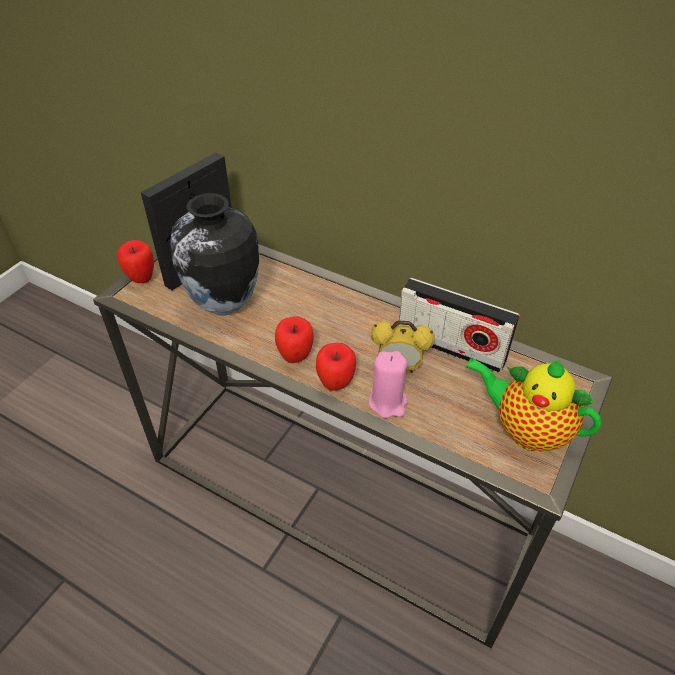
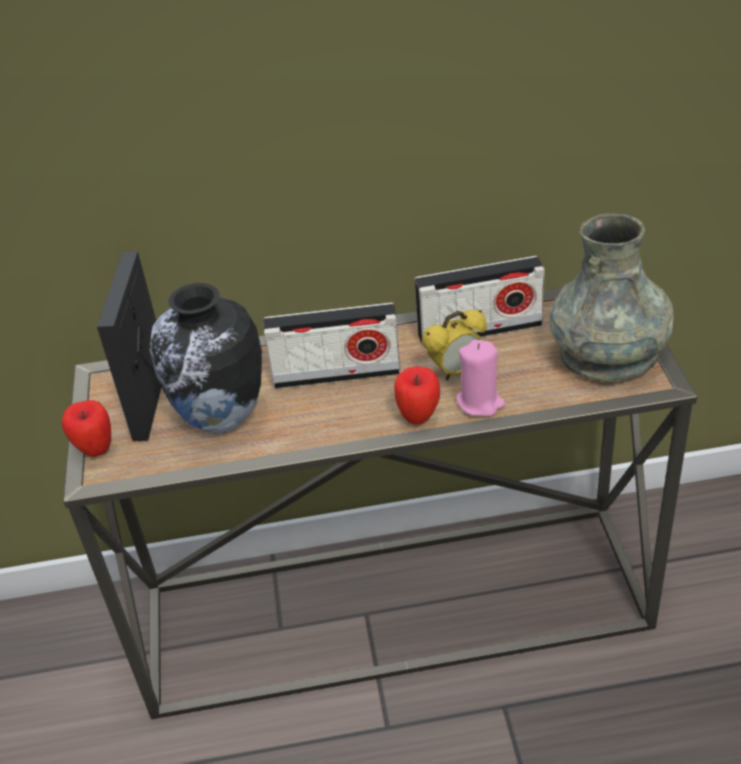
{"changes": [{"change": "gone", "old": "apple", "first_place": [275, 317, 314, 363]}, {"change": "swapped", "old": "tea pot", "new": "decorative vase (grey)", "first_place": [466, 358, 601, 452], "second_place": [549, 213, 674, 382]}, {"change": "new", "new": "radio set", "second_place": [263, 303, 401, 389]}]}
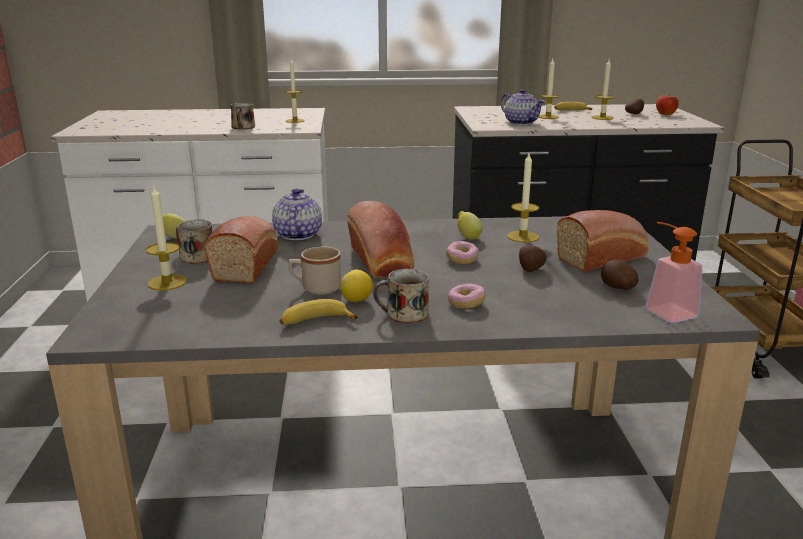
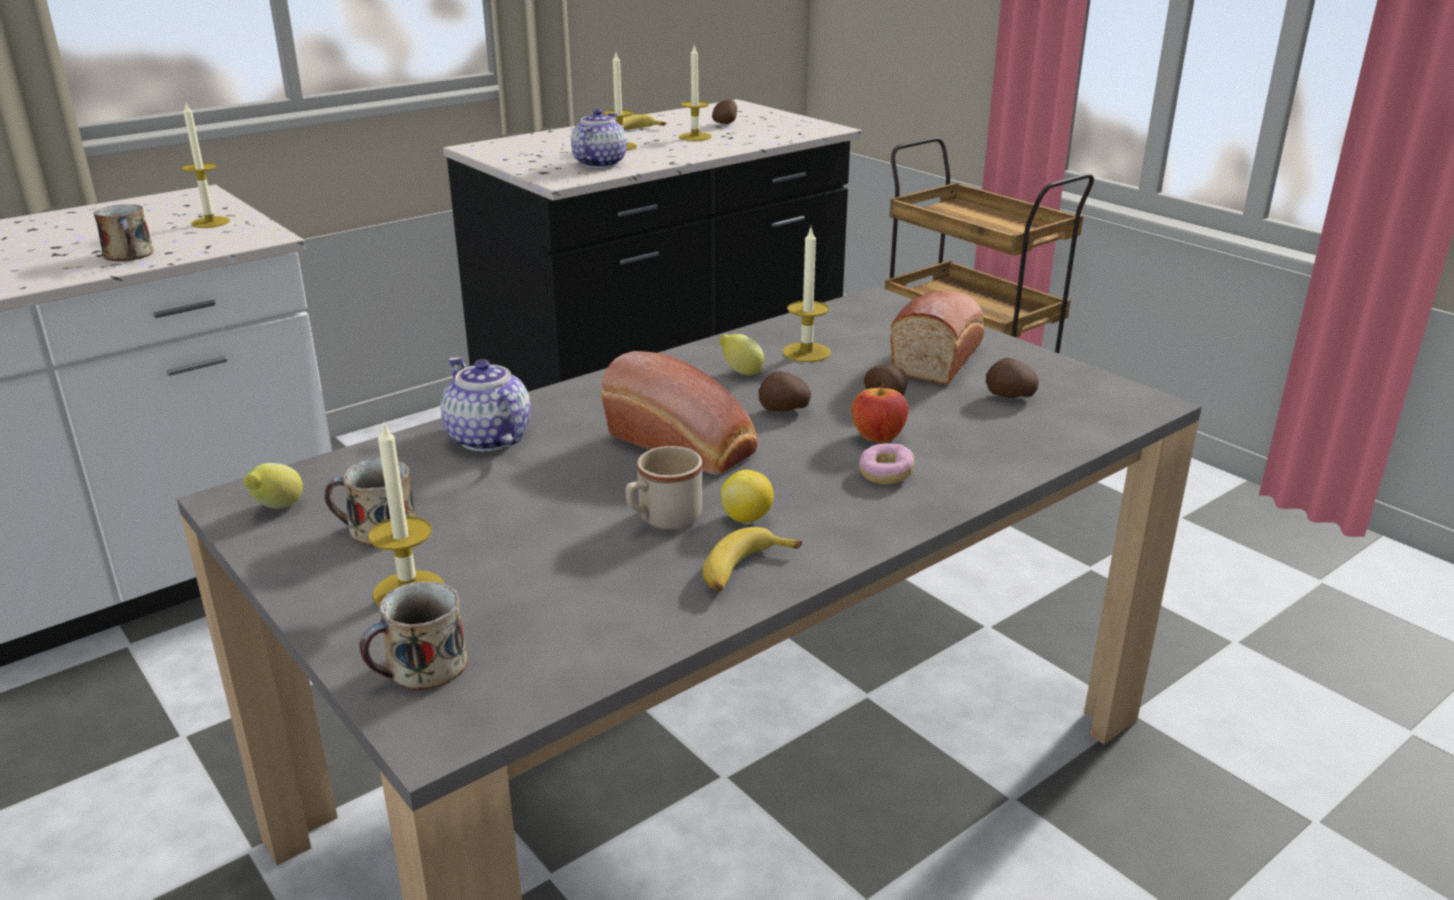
{"changes": [{"change": "gone", "old": "baked bread", "first_place": [205, 216, 278, 283]}, {"change": "shifted", "old": "tea mug", "first_place": [373, 268, 429, 323], "second_place": [359, 581, 468, 690]}, {"change": "swapped", "old": "ring doughnut", "new": "whole potato", "first_place": [446, 241, 479, 264], "second_place": [759, 371, 811, 412]}, {"change": "rotated", "old": "tea pot", "first_place": [501, 89, 545, 125], "second_place": [571, 109, 627, 168], "degrees": -90}, {"change": "gone", "old": "soap bottle", "first_place": [646, 222, 703, 323]}, {"change": "shifted", "old": "apple", "first_place": [656, 93, 679, 115], "second_place": [851, 383, 908, 443]}]}
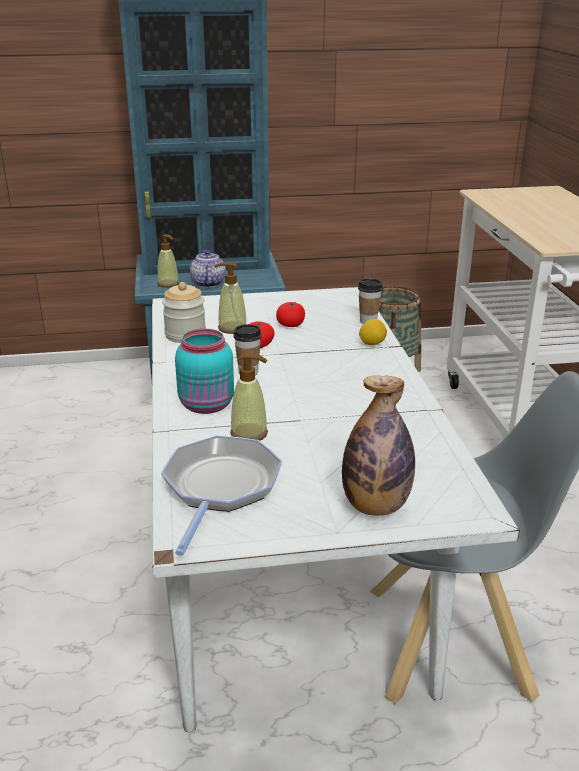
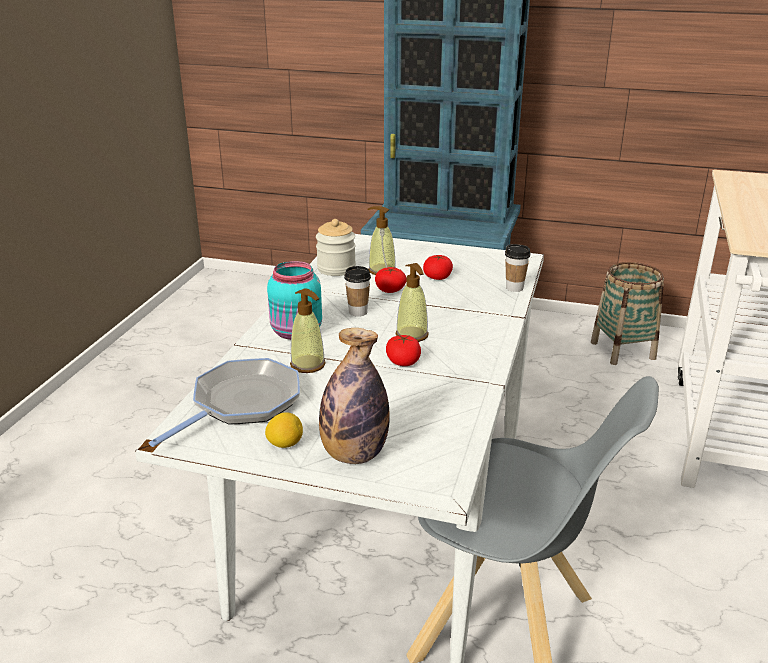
{"changes": [{"change": "shifted", "old": "soap bottle", "first_place": [157, 234, 179, 288], "second_place": [396, 263, 429, 342]}, {"change": "gone", "old": "tea pot", "first_place": [190, 250, 226, 288]}, {"change": "shifted", "old": "citrus fruit", "first_place": [359, 319, 387, 345], "second_place": [265, 412, 303, 448]}, {"change": "new", "new": "whole tomato", "second_place": [386, 335, 421, 366]}]}
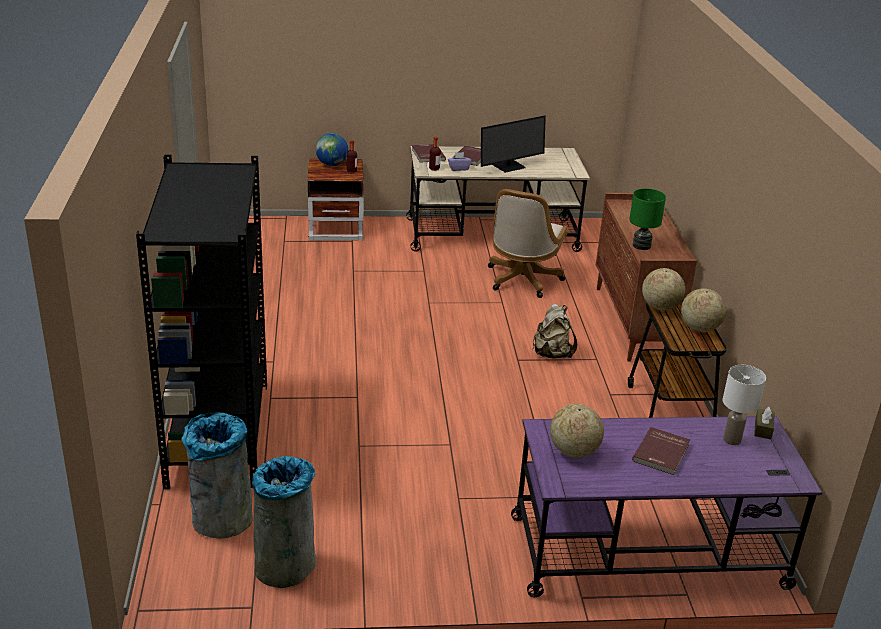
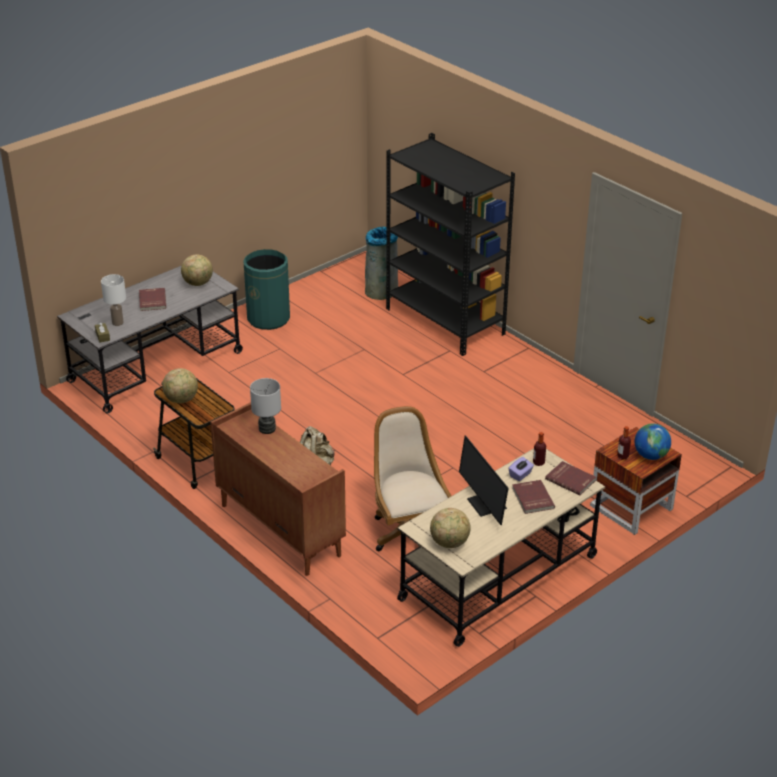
{"changes": [{"change": "gone", "old": "trash can (grey)", "first_place": [252, 456, 316, 588]}, {"change": "rotated", "old": "computer screen", "first_place": [481, 115, 546, 173], "second_place": [459, 435, 509, 525], "degrees": -45}, {"change": "repainted", "old": "desk unit (purplish)", "new": "desk unit (grey)", "first_place": [511, 416, 822, 597], "second_place": [57, 265, 243, 413]}, {"change": "repainted", "old": "table lamp (green-coloured)", "new": "table lamp (grey)", "first_place": [629, 188, 666, 250], "second_place": [250, 378, 281, 434]}, {"change": "shifted", "old": "world globe", "first_place": [642, 268, 685, 311], "second_place": [430, 508, 471, 548]}, {"change": "new", "new": "trash can (green-coloured)", "second_place": [243, 249, 290, 330]}]}
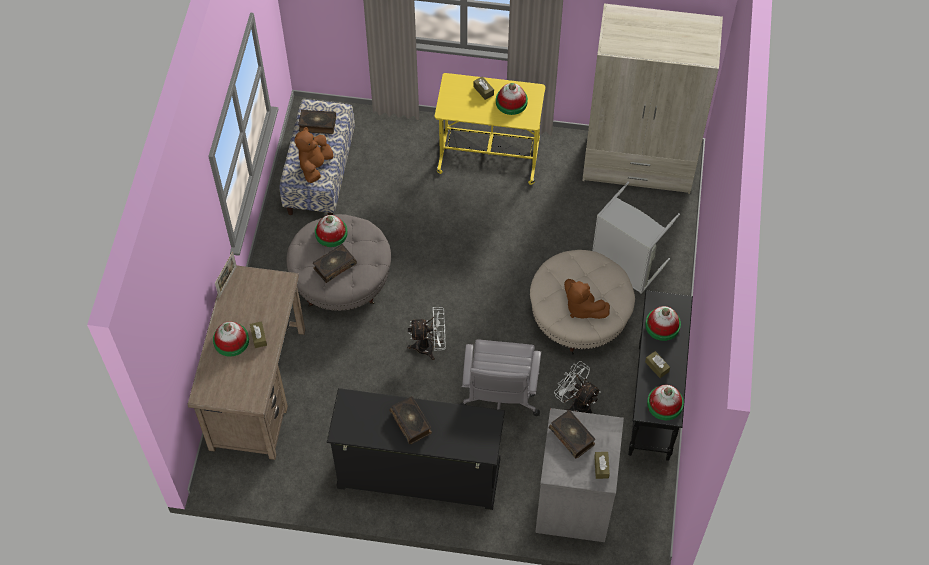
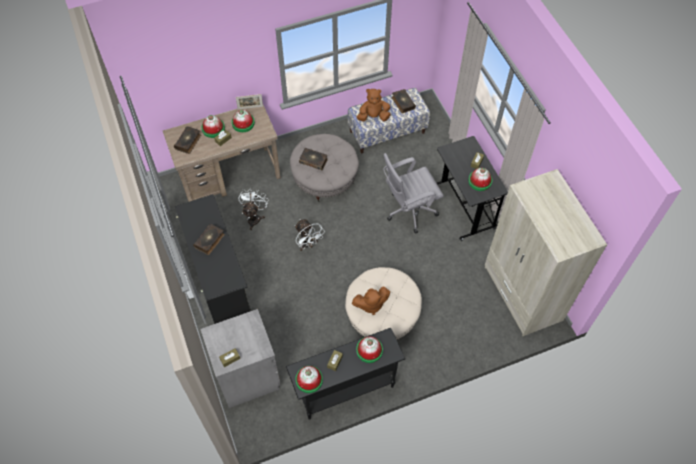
{"changes": [{"change": "shifted", "old": "clothing hat", "first_place": [315, 215, 348, 247], "second_place": [232, 109, 255, 132]}, {"change": "repainted", "old": "desk unit (yellowish)", "new": "desk unit (black-coloured)", "first_place": [435, 73, 546, 185], "second_place": [437, 136, 508, 241]}, {"change": "shifted", "old": "desk chair (grey)", "first_place": [461, 340, 541, 416], "second_place": [384, 153, 444, 234]}, {"change": "shifted", "old": "bound book", "first_place": [549, 410, 595, 458], "second_place": [174, 126, 201, 154]}, {"change": "shifted", "old": "cooling fan (white-coloured)", "first_place": [554, 361, 601, 414], "second_place": [239, 188, 269, 230]}, {"change": "rotated", "old": "plush toy (brown)", "first_place": [564, 279, 610, 319], "second_place": [352, 287, 390, 315], "degrees": -120}, {"change": "gone", "old": "washing basket (grey)", "first_place": [592, 182, 680, 294]}]}
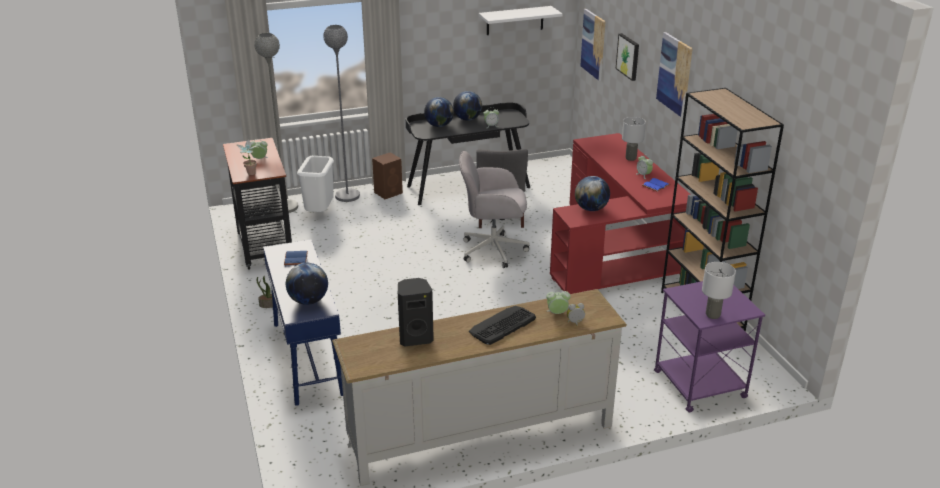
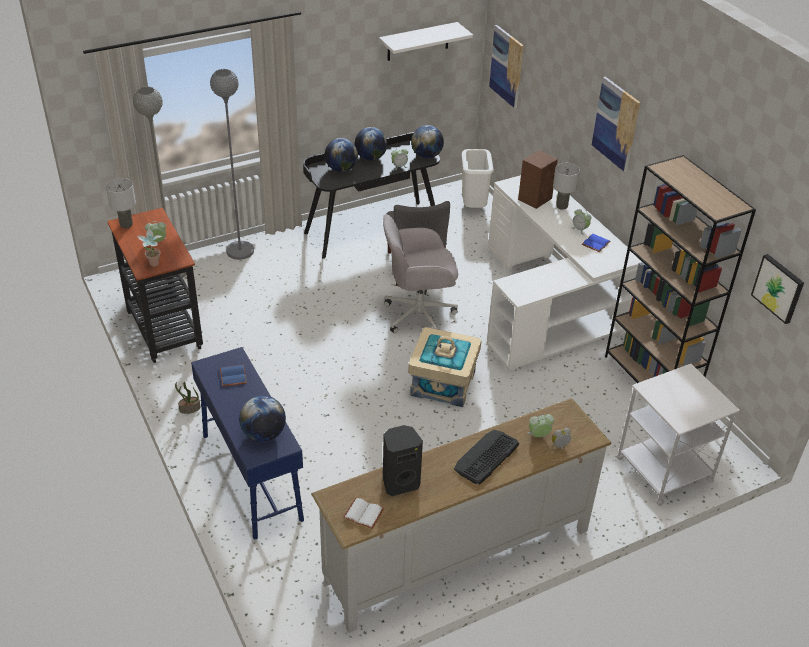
{"changes": [{"change": "shifted", "old": "trash can (white-coloured)", "first_place": [297, 156, 334, 212], "second_place": [462, 149, 494, 208]}, {"change": "shifted", "old": "speaker (brown)", "first_place": [372, 152, 403, 199], "second_place": [518, 150, 558, 209]}, {"change": "repainted", "old": "desk unit (red)", "new": "desk unit (white-coloured)", "first_place": [550, 133, 690, 294], "second_place": [487, 175, 642, 372]}, {"change": "shifted", "old": "world globe", "first_place": [575, 176, 610, 211], "second_place": [411, 125, 444, 158]}, {"change": "shifted", "old": "picture", "first_place": [616, 33, 639, 81], "second_place": [751, 254, 804, 324]}, {"change": "repainted", "old": "trolley (purplish)", "new": "trolley (white-coloured)", "first_place": [654, 281, 765, 413], "second_place": [616, 364, 740, 506]}, {"change": "shifted", "old": "table lamp (white-coloured)", "first_place": [702, 262, 736, 319], "second_place": [106, 178, 136, 228]}, {"change": "new", "new": "bound book (white-coloured)", "second_place": [343, 498, 384, 529]}, {"change": "new", "new": "storage box (beige-coloured)", "second_place": [408, 327, 481, 407]}]}
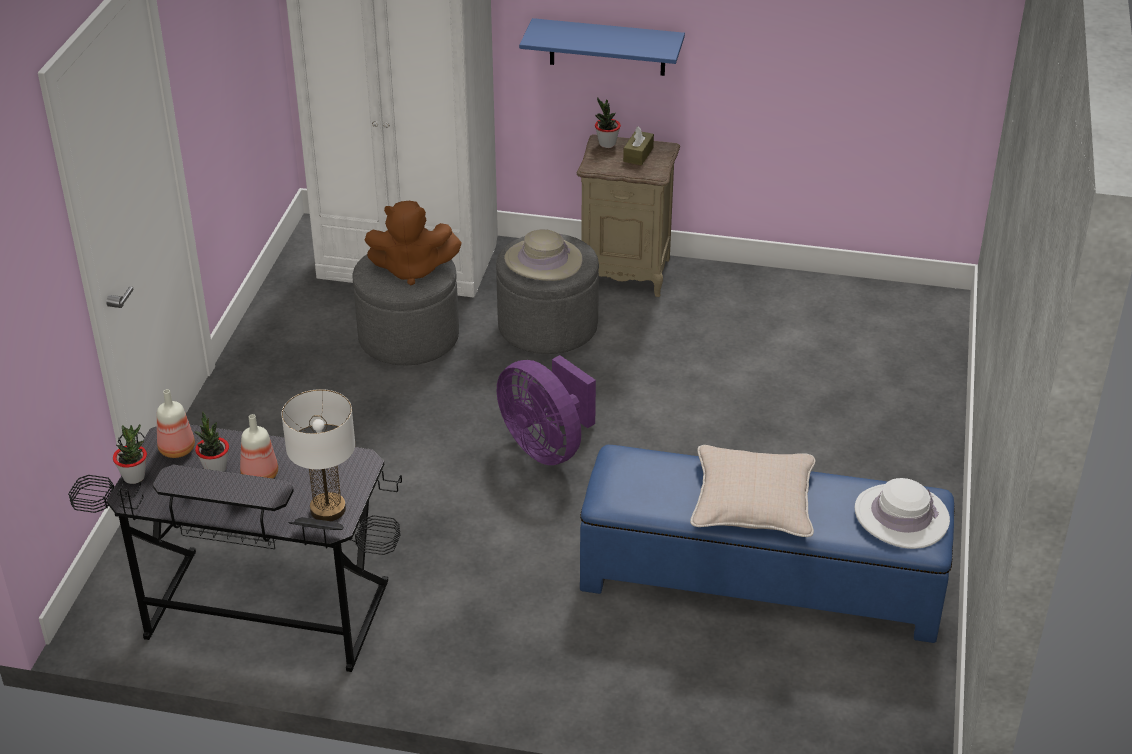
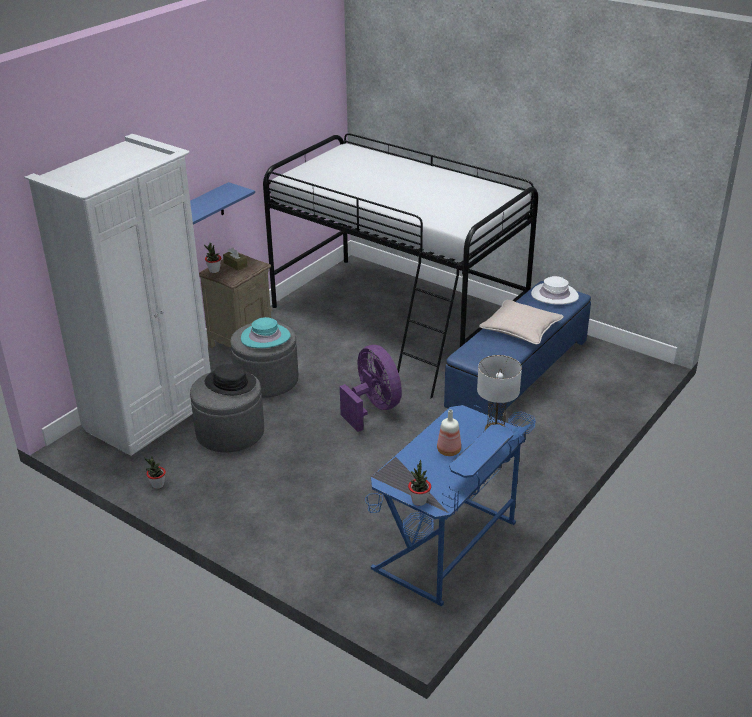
{"changes": [{"change": "repainted", "old": "desk unit (black-coloured)", "new": "desk unit (bluish)", "first_place": [68, 424, 402, 672], "second_place": [365, 405, 536, 606]}, {"change": "gone", "old": "bottle", "first_place": [157, 389, 195, 458]}, {"change": "shifted", "old": "houseplant", "first_place": [194, 411, 229, 472], "second_place": [144, 456, 166, 489]}, {"change": "swapped", "old": "plush toy (brown)", "new": "clothing hat (black-coloured)", "first_place": [365, 201, 462, 285], "second_place": [205, 364, 256, 395]}, {"change": "rotated", "old": "cooling fan (purplish)", "first_place": [497, 355, 596, 465], "second_place": [340, 345, 402, 432], "degrees": -105}, {"change": "repainted", "old": "clothing hat (beige-coloured)", "new": "clothing hat (turquoise-coloured)", "first_place": [504, 229, 583, 281], "second_place": [241, 317, 291, 348]}, {"change": "new", "new": "bedroom bed (black-coloured)", "second_place": [263, 133, 538, 398]}]}
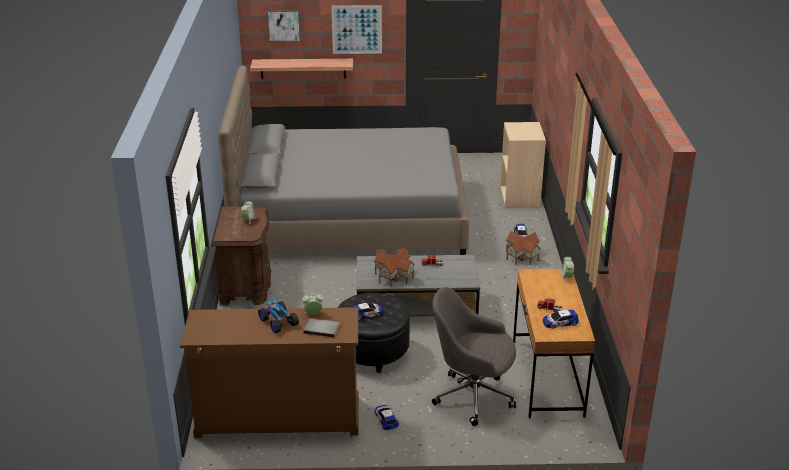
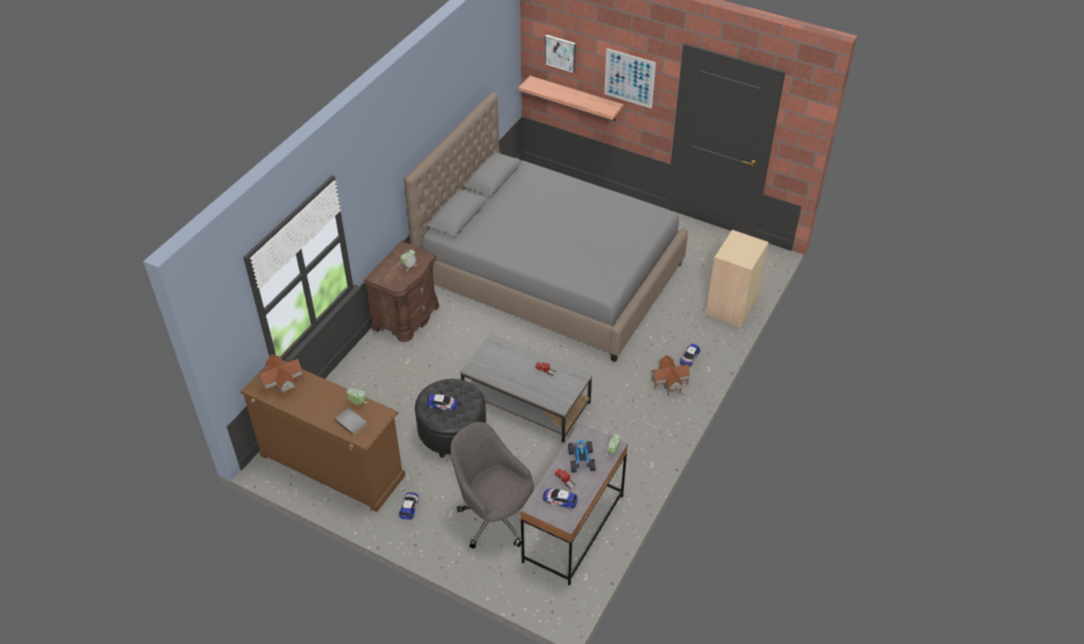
{"changes": [{"change": "shifted", "old": "miniature car", "first_place": [258, 299, 299, 333], "second_place": [568, 440, 596, 473]}, {"change": "shifted", "old": "toy house", "first_place": [374, 247, 415, 287], "second_place": [258, 354, 304, 399]}, {"change": "repainted", "old": "desk unit (brown)", "new": "desk unit (grey)", "first_place": [513, 269, 595, 418], "second_place": [521, 423, 628, 585]}]}
